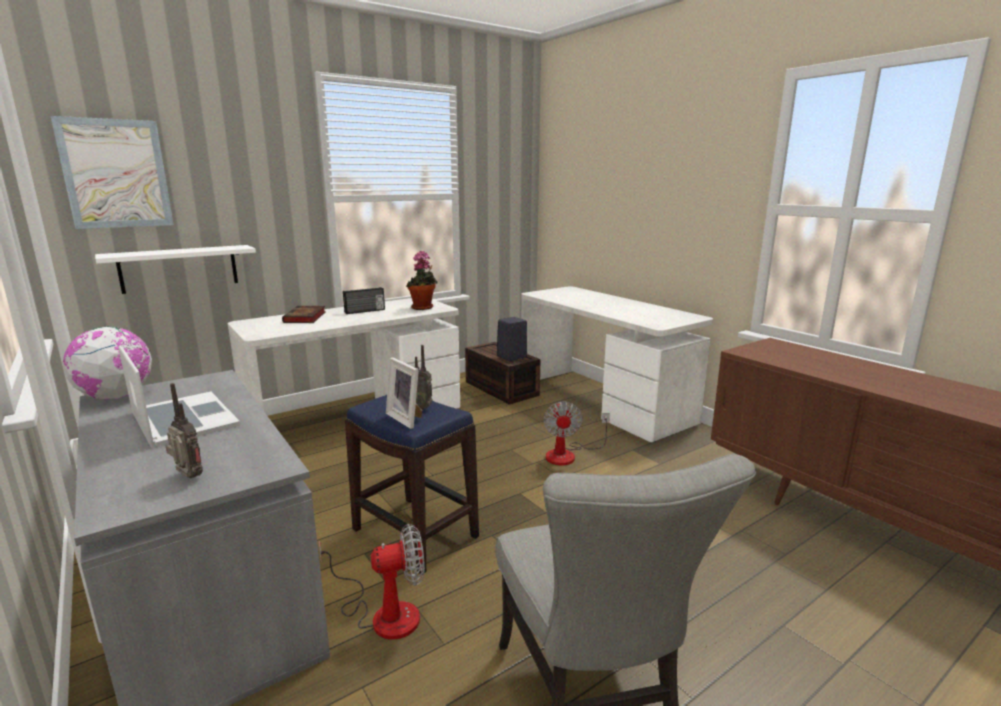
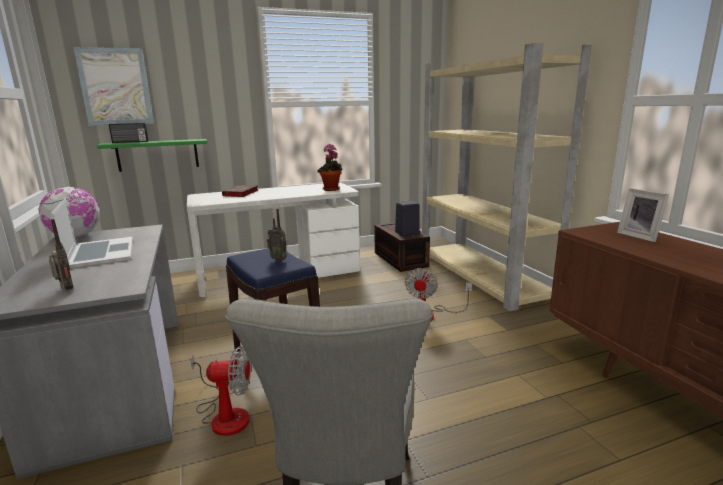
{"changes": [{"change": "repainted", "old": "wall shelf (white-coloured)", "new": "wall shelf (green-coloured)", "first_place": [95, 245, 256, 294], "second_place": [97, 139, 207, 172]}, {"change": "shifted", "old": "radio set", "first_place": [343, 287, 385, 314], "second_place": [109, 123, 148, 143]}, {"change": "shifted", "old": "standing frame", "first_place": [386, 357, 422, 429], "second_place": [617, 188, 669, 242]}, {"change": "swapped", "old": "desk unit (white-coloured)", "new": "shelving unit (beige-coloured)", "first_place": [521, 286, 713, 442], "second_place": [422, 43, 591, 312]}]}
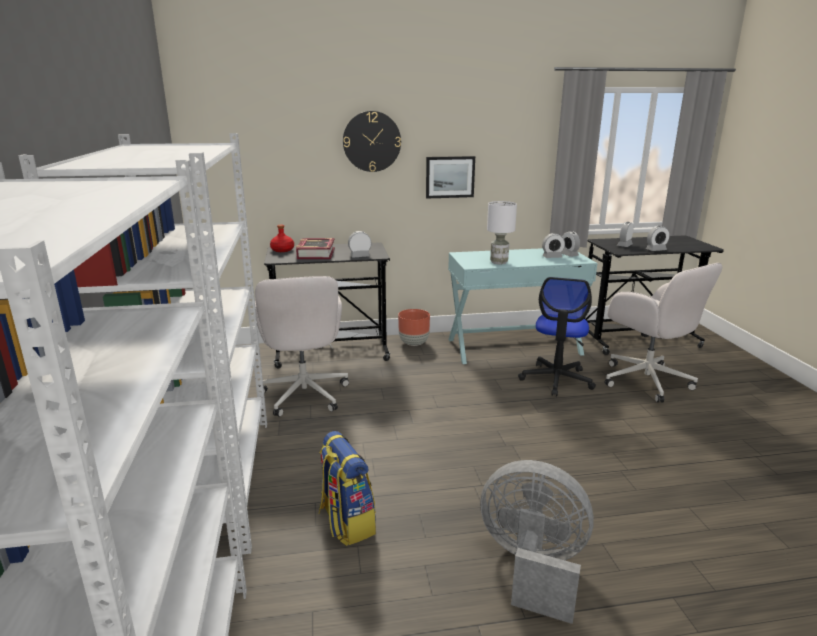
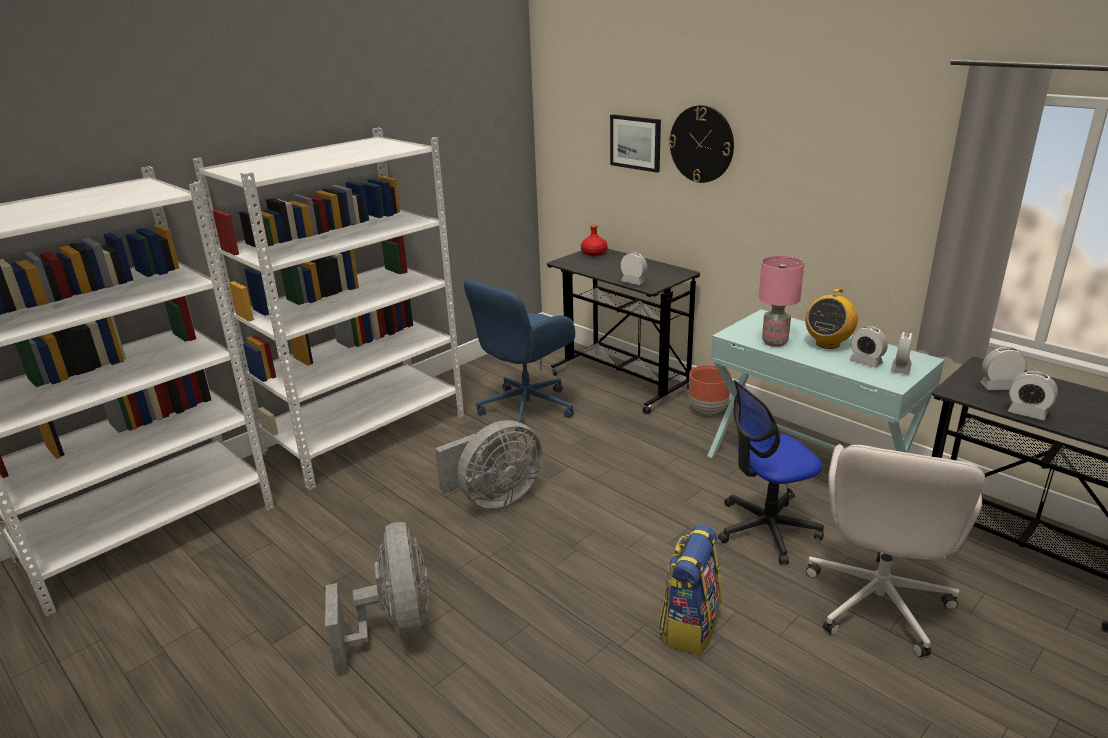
{"changes": [{"change": "repainted", "old": "desk chair (white-coloured)", "new": "desk chair (bluish)", "first_place": [255, 276, 349, 417], "second_place": [464, 279, 575, 432]}, {"change": "gone", "old": "bound book", "first_place": [296, 238, 335, 259]}, {"change": "shifted", "old": "knapsack", "first_place": [319, 431, 376, 546], "second_place": [659, 525, 722, 655]}, {"change": "shifted", "old": "picture", "first_place": [426, 156, 475, 198], "second_place": [610, 114, 661, 173]}, {"change": "repainted", "old": "table lamp (white-coloured)", "new": "table lamp (pinkish)", "first_place": [487, 201, 517, 265], "second_place": [759, 255, 804, 347]}, {"change": "new", "new": "cooling fan (grey)", "second_place": [435, 420, 542, 509]}, {"change": "new", "new": "radio set", "second_place": [805, 289, 858, 349]}]}
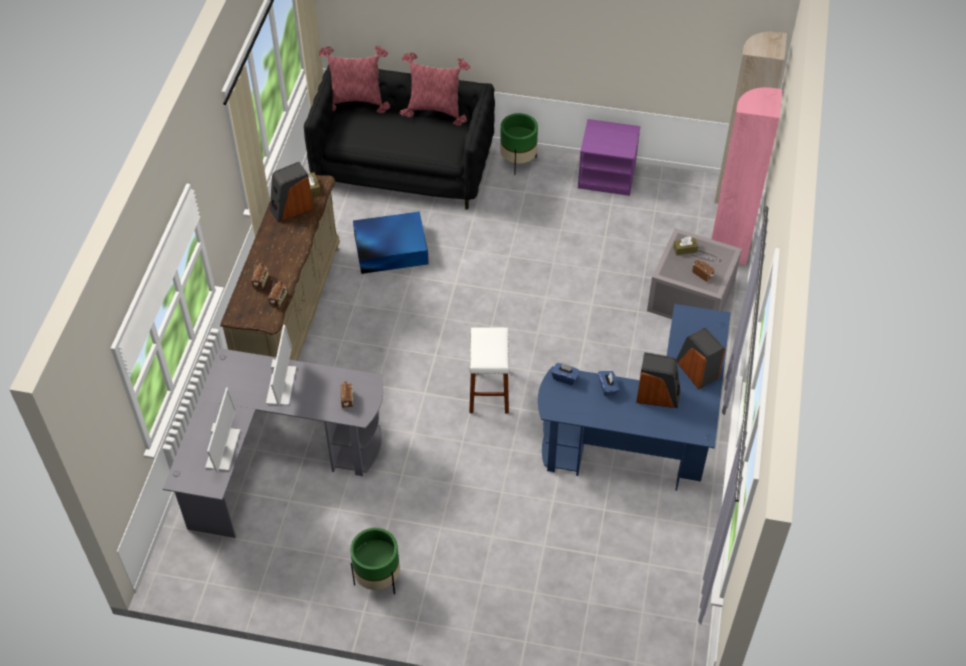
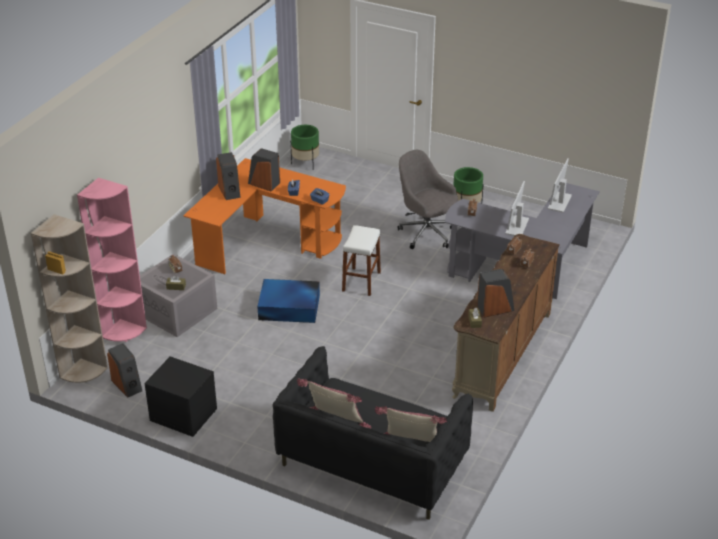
{"changes": [{"change": "shifted", "old": "storage box (bluish)", "first_place": [353, 211, 429, 274], "second_place": [257, 279, 320, 323]}, {"change": "shifted", "old": "plant pot (green-coloured)", "first_place": [500, 113, 538, 176], "second_place": [290, 125, 319, 170]}, {"change": "repainted", "old": "desk unit (bluish)", "new": "desk unit (orange-coloured)", "first_place": [538, 304, 731, 491], "second_place": [183, 158, 346, 274]}, {"change": "repainted", "old": "bedside table (purplish)", "new": "bedside table (black-coloured)", "first_place": [578, 119, 640, 196], "second_place": [144, 356, 217, 437]}, {"change": "new", "new": "speaker", "second_place": [107, 343, 142, 398]}, {"change": "new", "new": "desk chair (grey)", "second_place": [398, 150, 458, 249]}]}
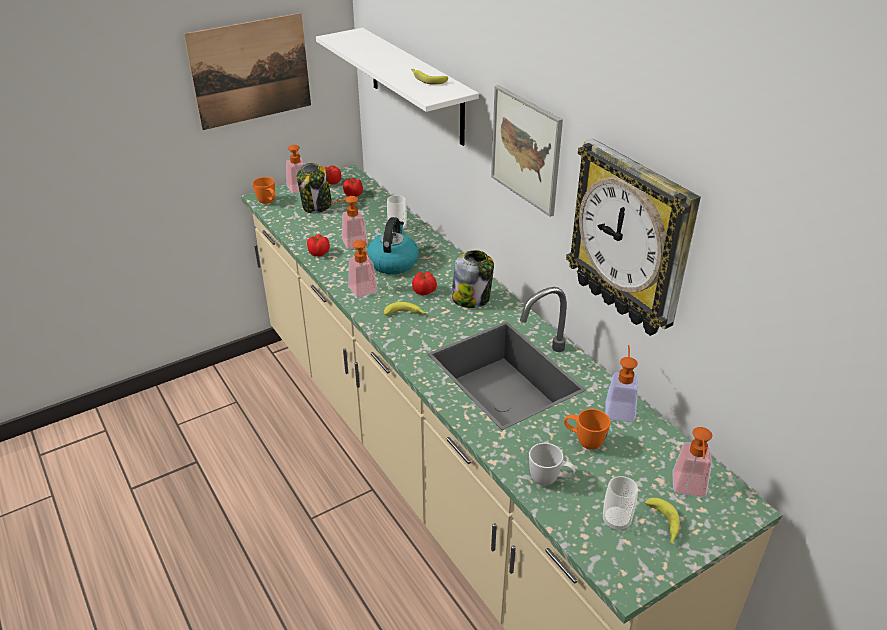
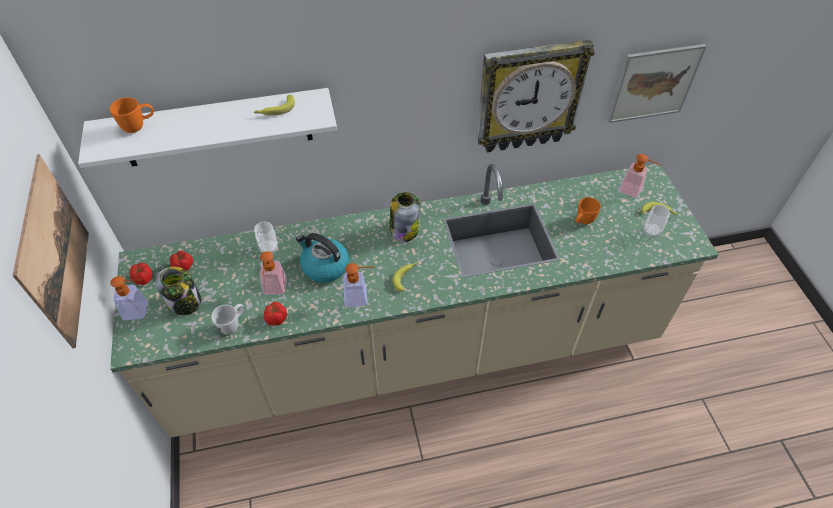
{"changes": [{"change": "shifted", "old": "tea mug (orange-coloured)", "first_place": [253, 177, 276, 204], "second_place": [109, 97, 154, 133]}, {"change": "gone", "old": "whole tomato", "first_place": [412, 272, 437, 296]}, {"change": "shifted", "old": "picture", "first_place": [491, 85, 563, 217], "second_place": [608, 44, 707, 123]}, {"change": "shifted", "old": "tea mug (white-coloured)", "first_place": [529, 443, 576, 486], "second_place": [211, 304, 244, 334]}, {"change": "gone", "old": "soap bottle", "first_place": [605, 345, 638, 422]}]}
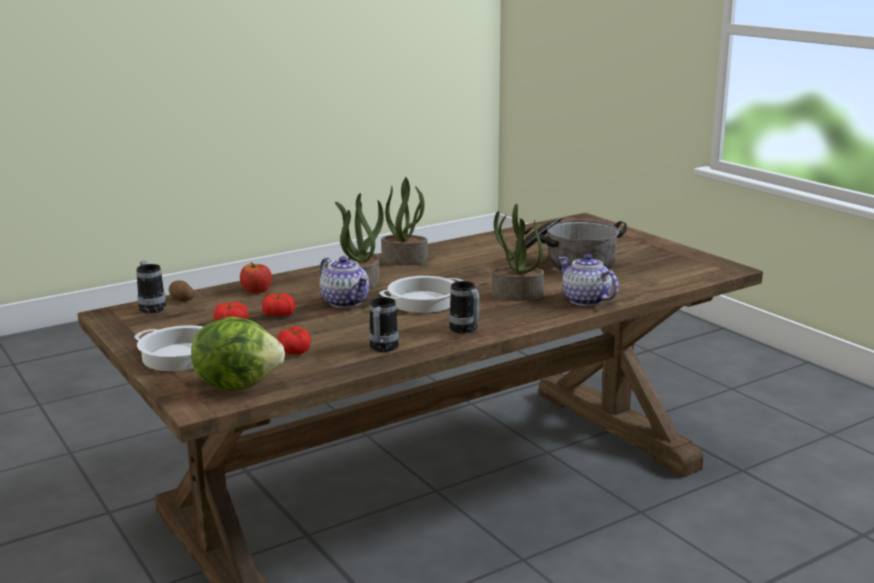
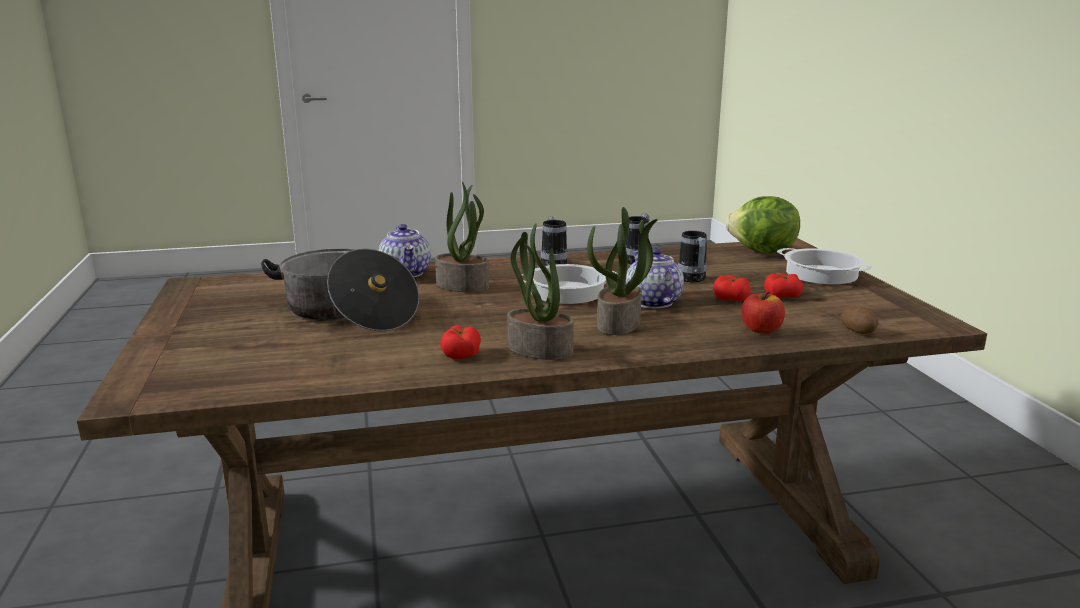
{"changes": [{"change": "shifted", "old": "tea mug", "first_place": [136, 261, 166, 313], "second_place": [678, 231, 707, 282]}, {"change": "shifted", "old": "whole tomato", "first_place": [278, 326, 311, 355], "second_place": [440, 325, 481, 359]}]}
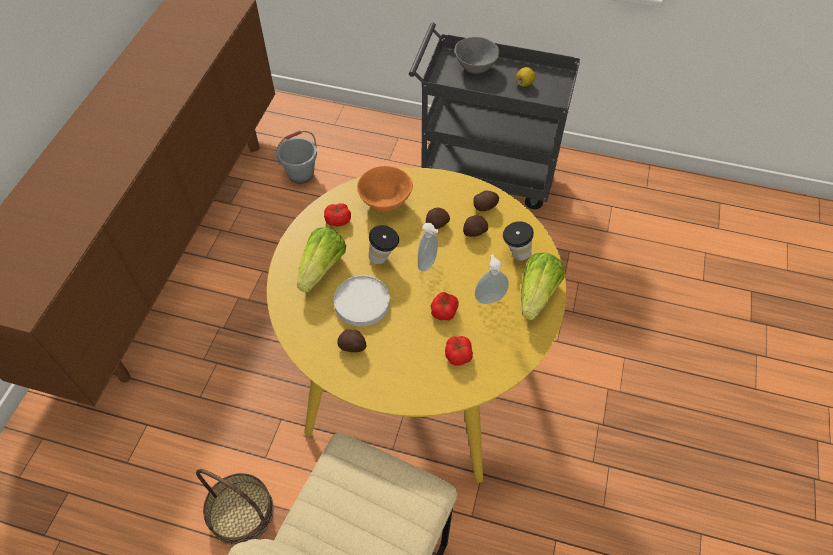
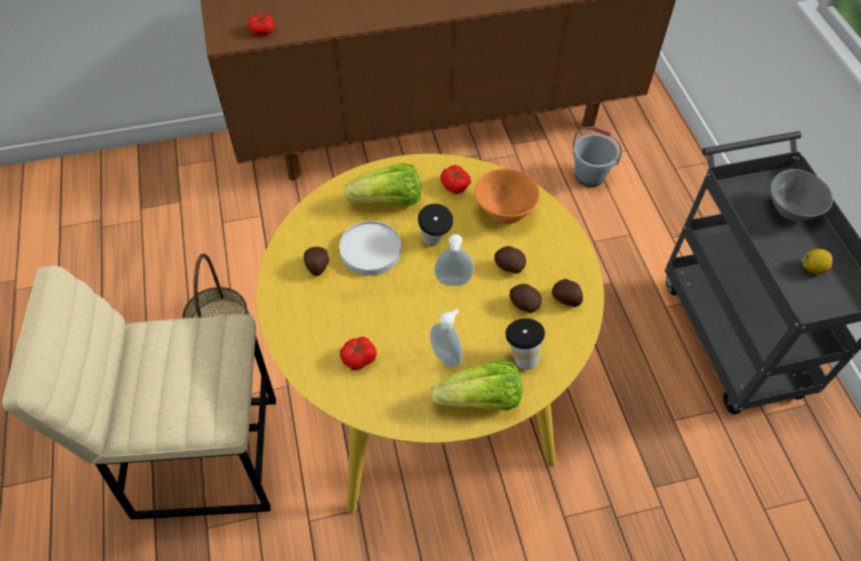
{"changes": [{"change": "shifted", "old": "whole tomato", "first_place": [430, 292, 459, 320], "second_place": [248, 14, 274, 35]}]}
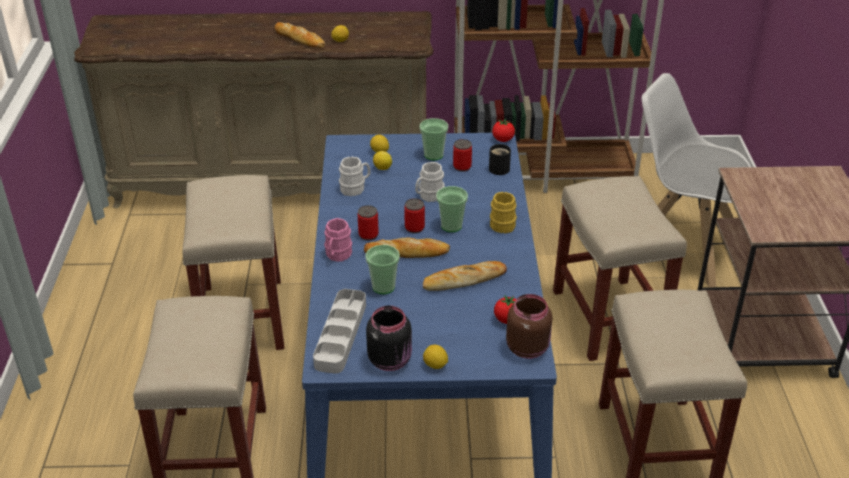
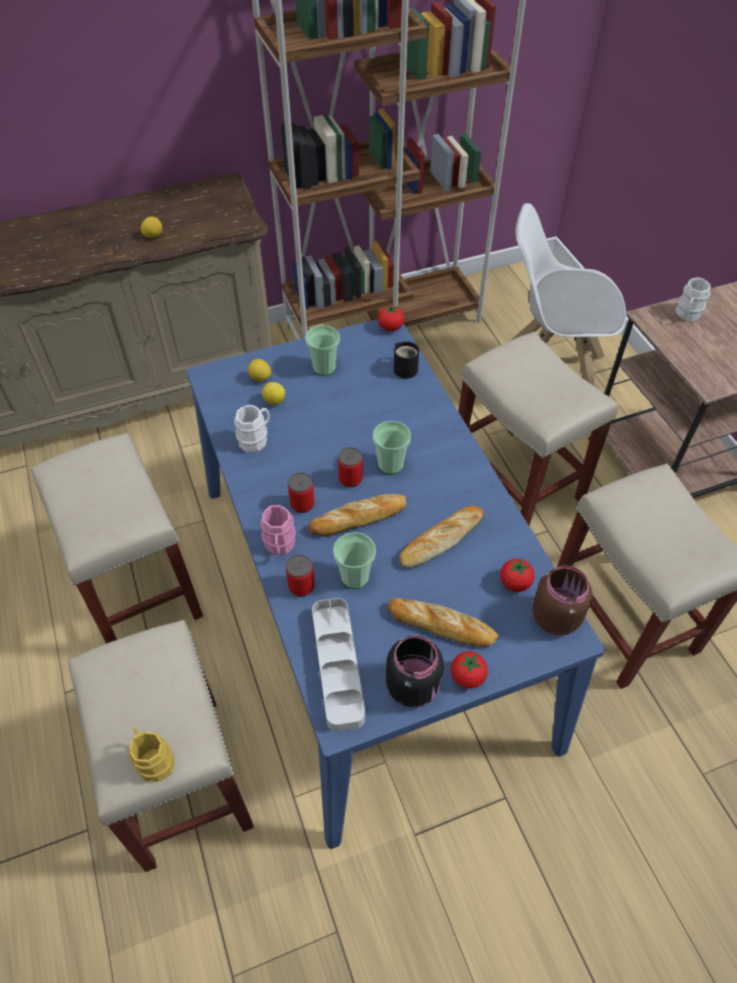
{"changes": [{"change": "shifted", "old": "baked bread", "first_place": [274, 22, 325, 48], "second_place": [387, 598, 499, 647]}, {"change": "shifted", "old": "tea mug (white-coloured)", "first_place": [415, 162, 445, 202], "second_place": [675, 277, 711, 321]}, {"change": "swapped", "old": "citrus fruit", "new": "whole tomato", "first_place": [423, 345, 448, 369], "second_place": [451, 651, 488, 688]}, {"change": "shifted", "old": "metal can", "first_place": [453, 139, 472, 172], "second_place": [286, 555, 315, 596]}, {"change": "shifted", "old": "tea mug (yellowish)", "first_place": [490, 192, 517, 234], "second_place": [129, 728, 175, 782]}]}
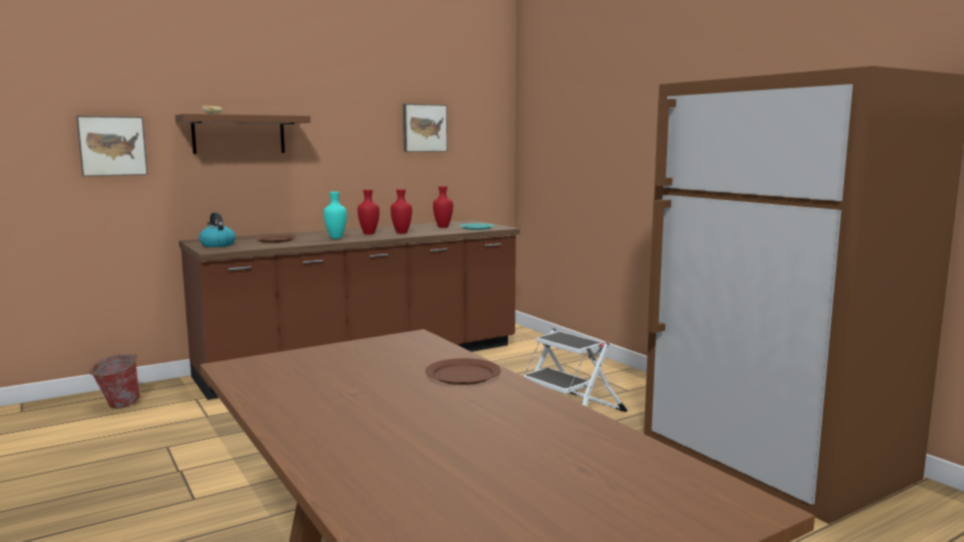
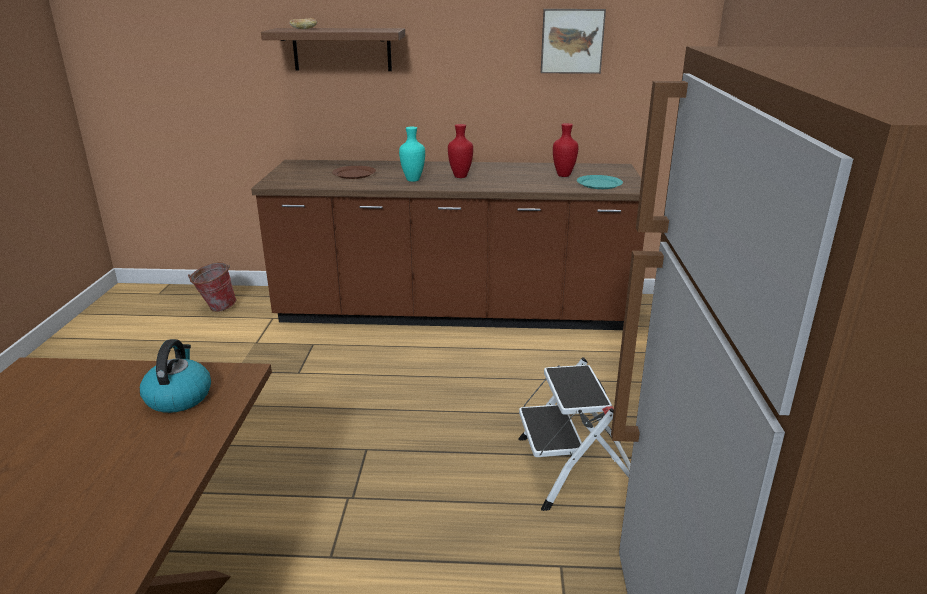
{"changes": [{"change": "gone", "old": "picture", "first_place": [76, 116, 148, 177]}, {"change": "shifted", "old": "tea kettle", "first_place": [199, 212, 236, 247], "second_place": [140, 339, 211, 413]}, {"change": "gone", "old": "decorative vase (red)", "first_place": [391, 189, 412, 234]}, {"change": "gone", "old": "plate (brown)", "first_place": [425, 358, 501, 385]}]}
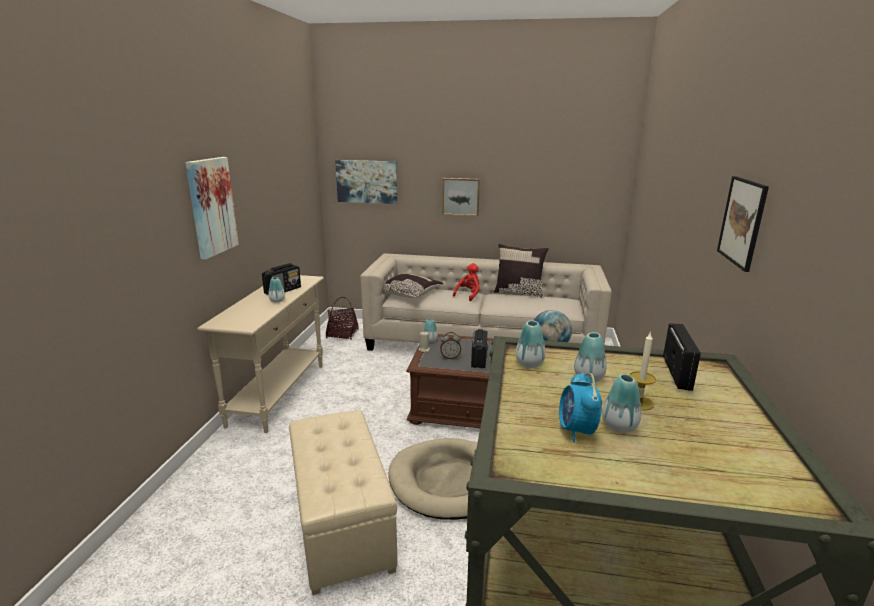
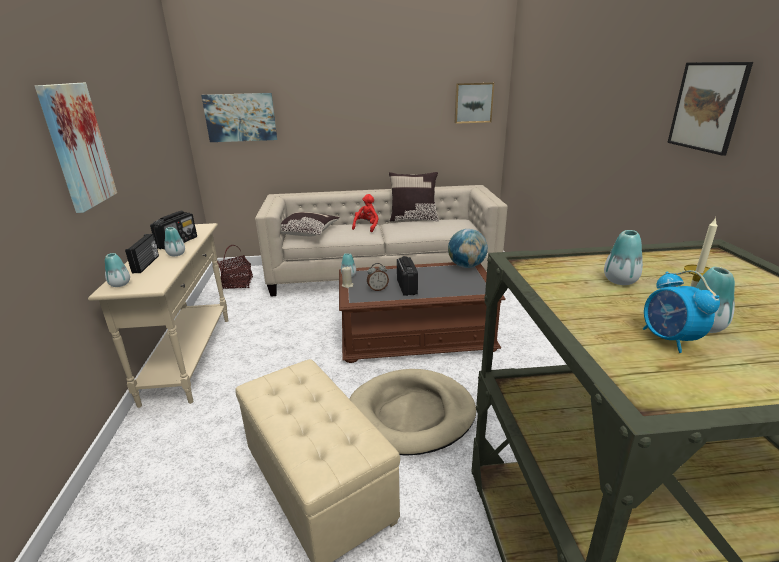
{"changes": [{"change": "shifted", "old": "picture", "first_place": [442, 178, 480, 216], "second_place": [455, 82, 494, 124]}, {"change": "shifted", "old": "decorative vase", "first_place": [516, 320, 546, 368], "second_place": [105, 253, 130, 287]}, {"change": "shifted", "old": "radio set", "first_place": [663, 323, 701, 391], "second_place": [125, 234, 159, 273]}]}
